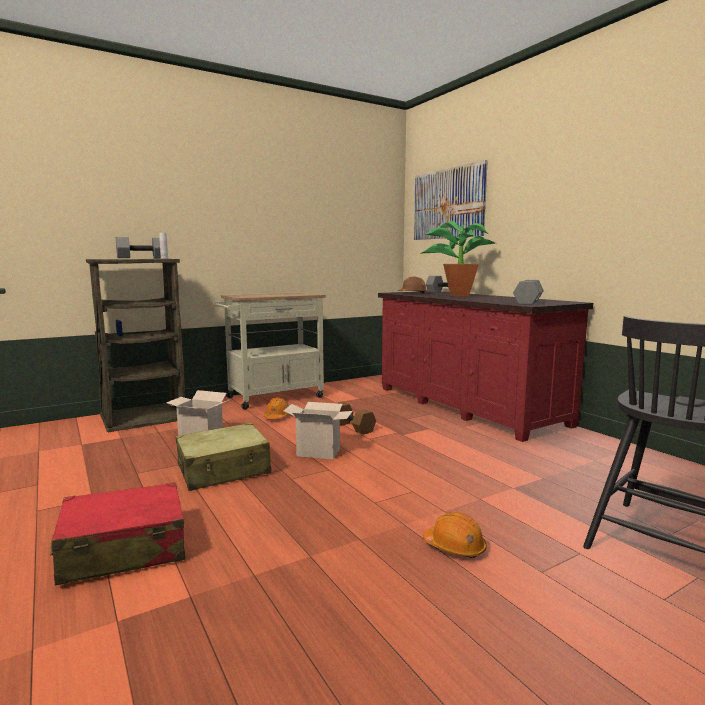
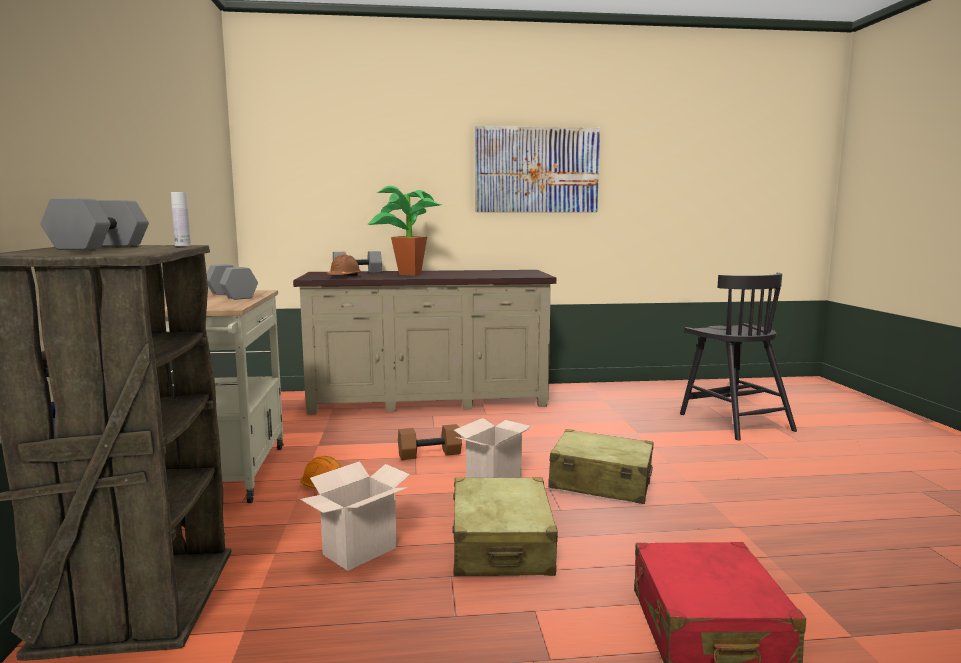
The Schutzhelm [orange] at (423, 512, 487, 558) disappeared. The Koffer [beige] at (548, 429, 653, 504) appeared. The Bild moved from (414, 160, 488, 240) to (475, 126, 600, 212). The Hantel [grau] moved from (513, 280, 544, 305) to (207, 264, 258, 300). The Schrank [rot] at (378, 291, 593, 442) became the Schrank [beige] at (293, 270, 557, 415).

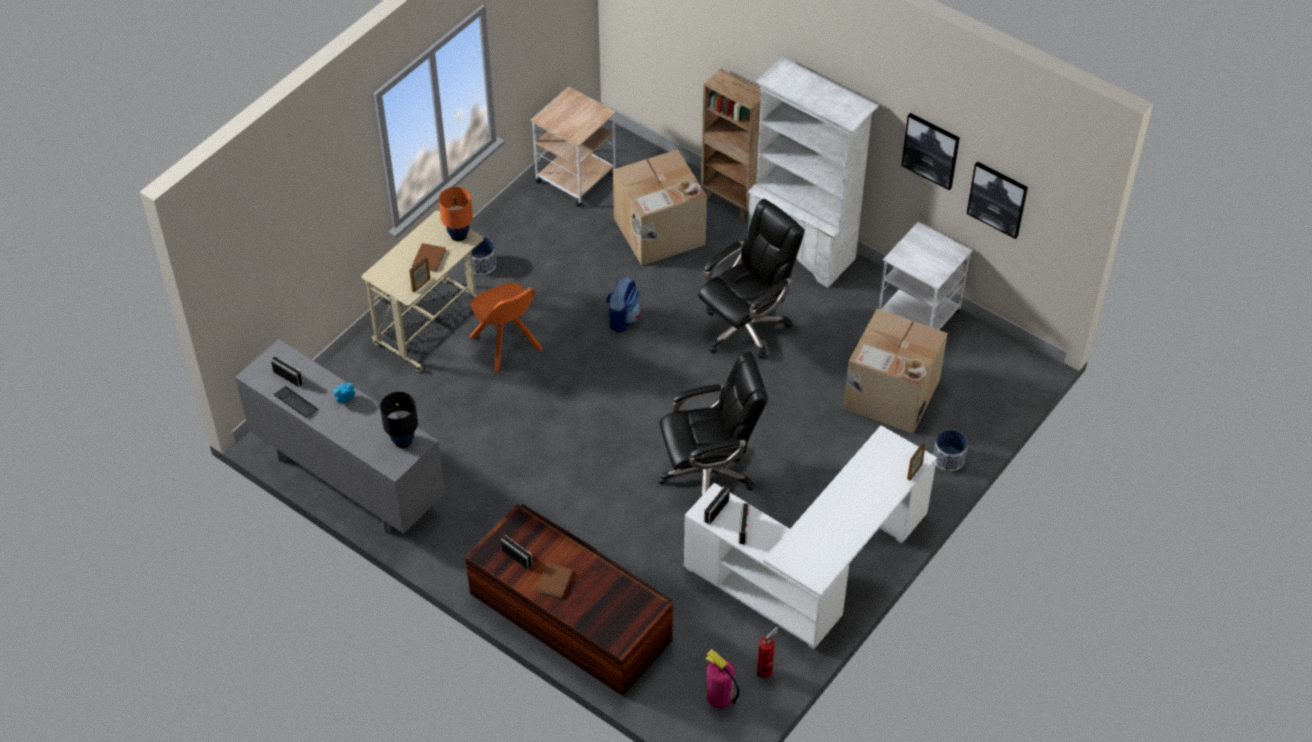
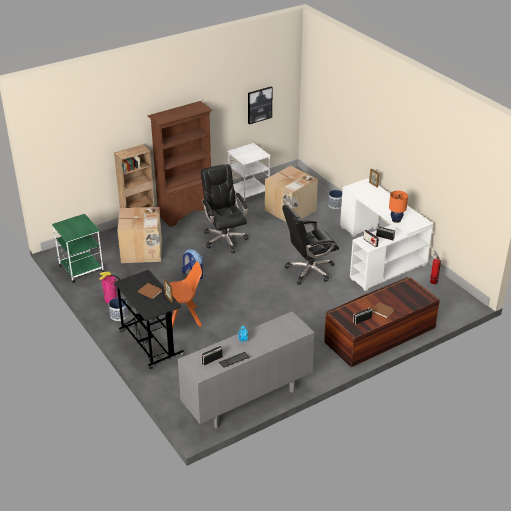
The Tischlampe [schwarz] at (380, 392, 418, 448) disappeared. The Bild at (901, 113, 960, 190) disappeared. The Tischlampe [orange] moved from (439, 187, 473, 241) to (389, 191, 408, 223). The Feuerlöscher moved from (705, 649, 739, 708) to (99, 272, 120, 304). The Schreibtisch [beige] at (362, 210, 484, 372) became the Schreibtisch [schwarz] at (114, 270, 184, 369). The Rollwagen [beige] at (531, 87, 616, 207) became the Rollwagen [grün] at (52, 214, 104, 283). The Bücherregal [weiß] at (748, 57, 879, 288) became the Bücherregal [braun] at (147, 101, 212, 227). The Bürostuhl [schwarz] at (658, 352, 768, 495) turned 120 degrees counterclockwise.

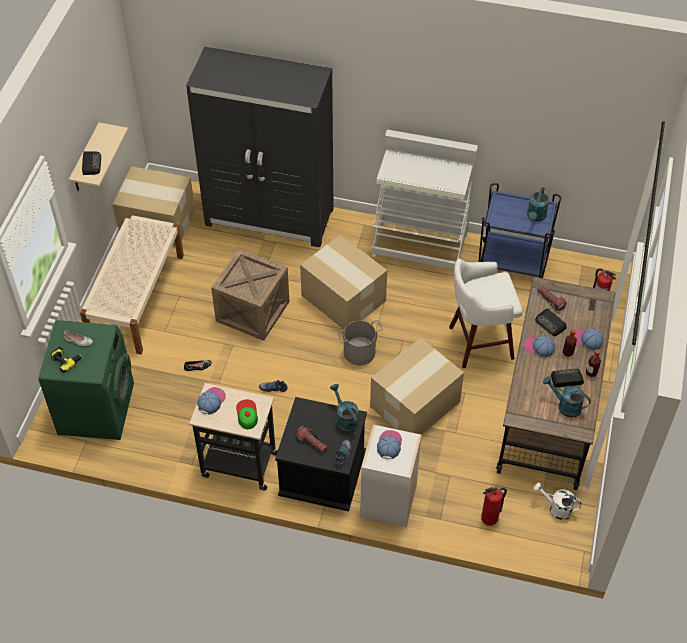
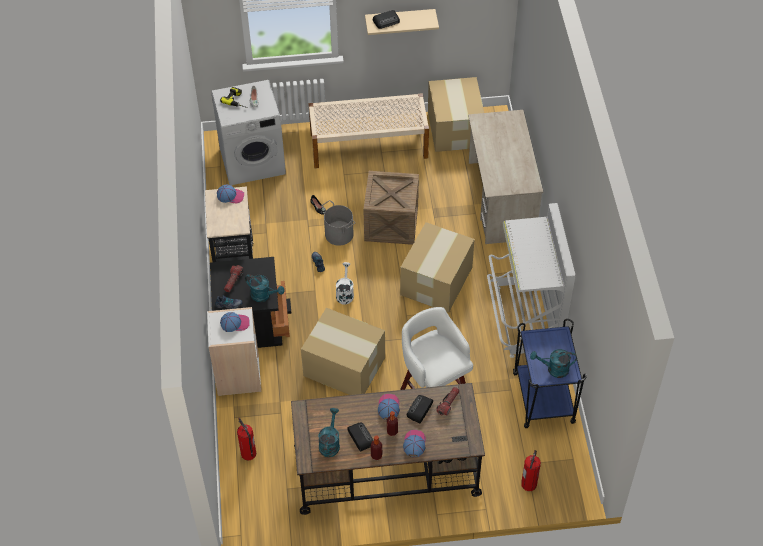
The Kappe at (236, 399, 258, 429) disappeared. The Eimer [grau] moved from (337, 320, 383, 365) to (322, 200, 355, 246). The Gießkanne [weiß] moved from (533, 483, 581, 520) to (336, 262, 354, 305). The Schrank [schwarz] at (186, 47, 334, 247) was replaced by the Schreibtisch [beige] at (468, 110, 543, 244). The Waschmaschine [grün] at (38, 320, 134, 440) became the Waschmaschine [weiß] at (211, 80, 286, 185). The Gießkanne [türkis] at (330, 384, 359, 433) turned 75 degrees clockwise.

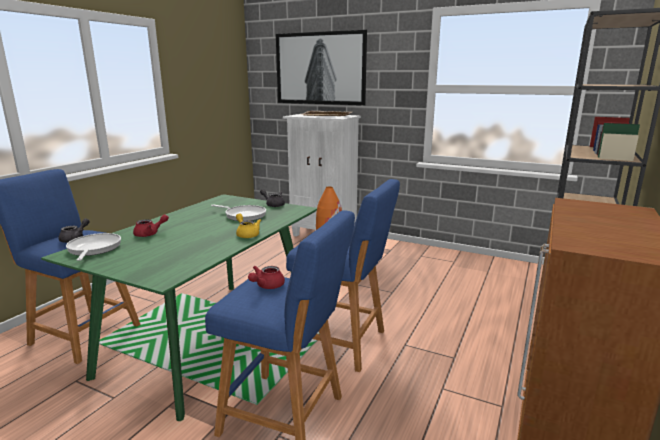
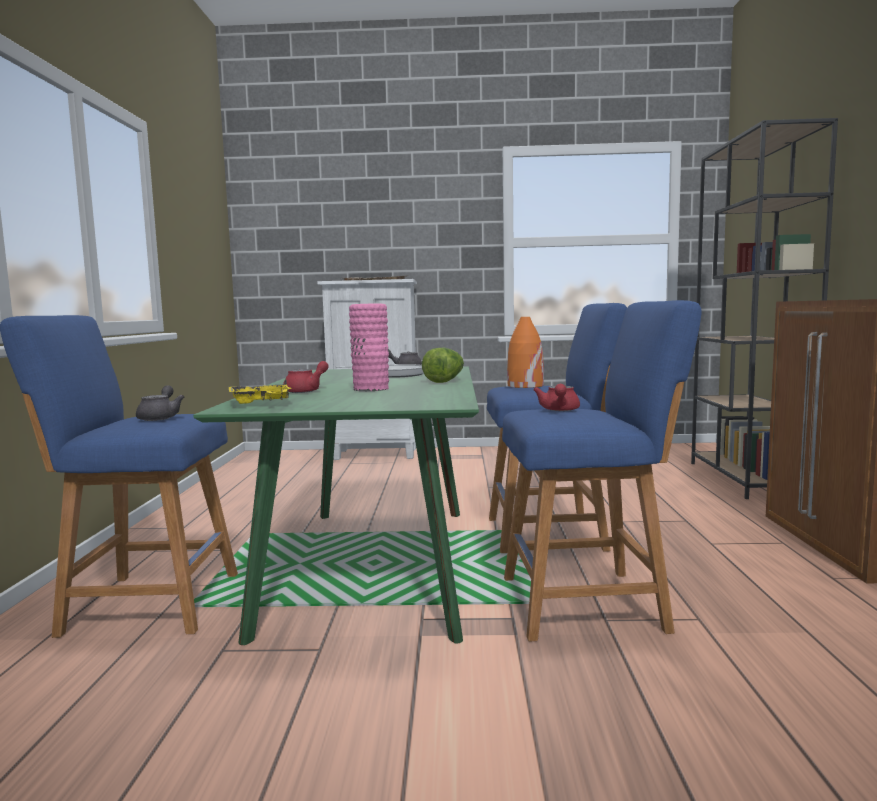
The Bild at (276, 30, 367, 105) disappeared. The Vase [rosa] at (349, 304, 389, 391) appeared. The Pfanne at (66, 233, 121, 261) was replaced by the Tablett [gelb] at (229, 379, 291, 404). The Teekanne [gelb] at (236, 213, 261, 238) was replaced by the Salatkopf at (422, 347, 464, 383).

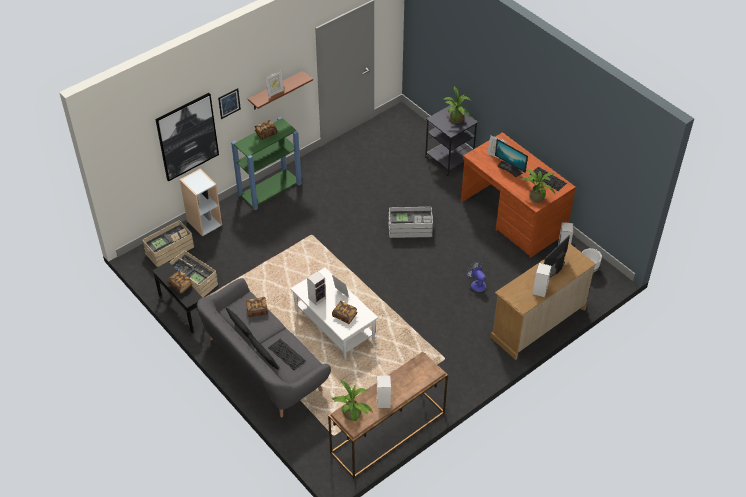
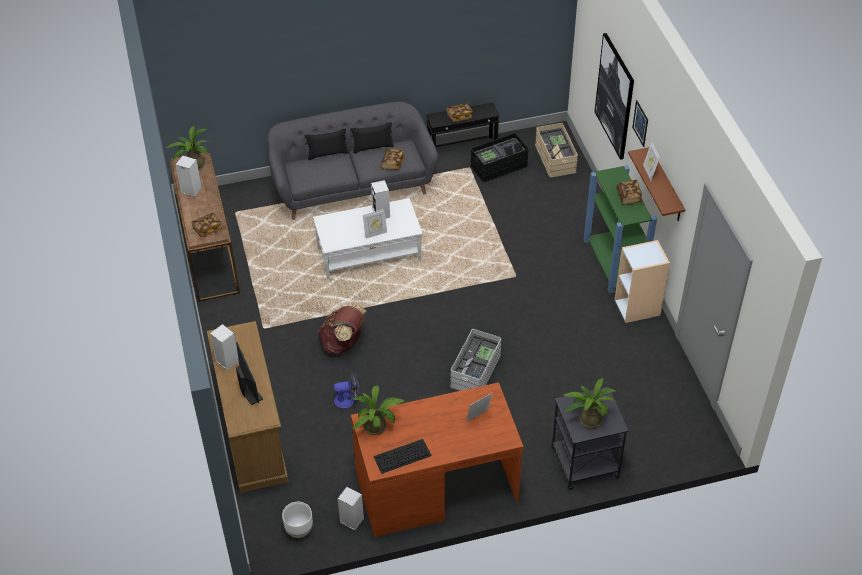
The Tastatur at (268, 339, 306, 370) disappeared. The Monitor at (495, 139, 528, 177) disappeared. The Rucksack [braun] at (318, 304, 367, 355) appeared. The Bücherregal moved from (180, 169, 222, 236) to (615, 240, 670, 323). The Buch moved from (332, 301, 358, 324) to (191, 213, 222, 237). The Aufbewahrungsbox [beige] at (169, 250, 218, 298) became the Aufbewahrungsbox [schwarz] at (471, 133, 528, 182).

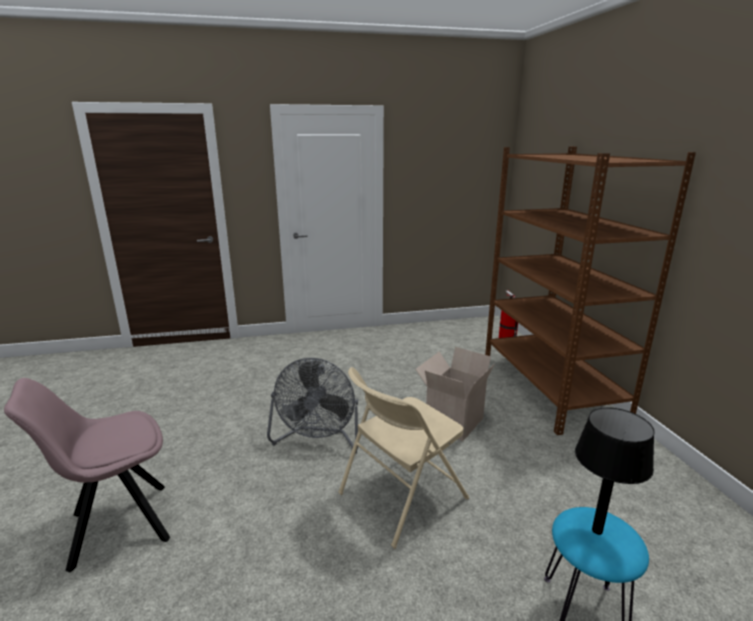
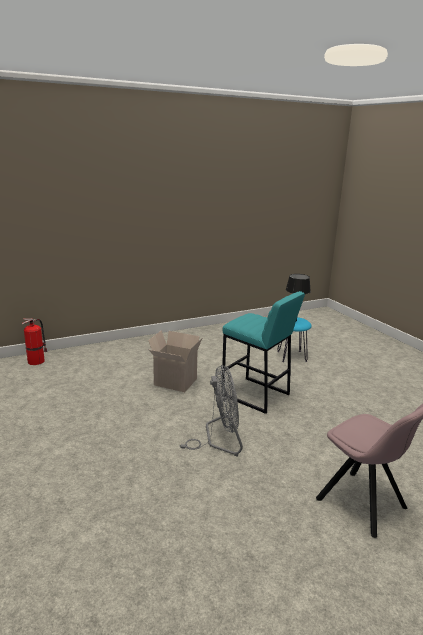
The Bücherregal [braun] at (485, 147, 696, 435) disappeared. The Stuhl [beige] at (338, 367, 469, 549) was replaced by the Hocker [türkis] at (221, 291, 305, 414).

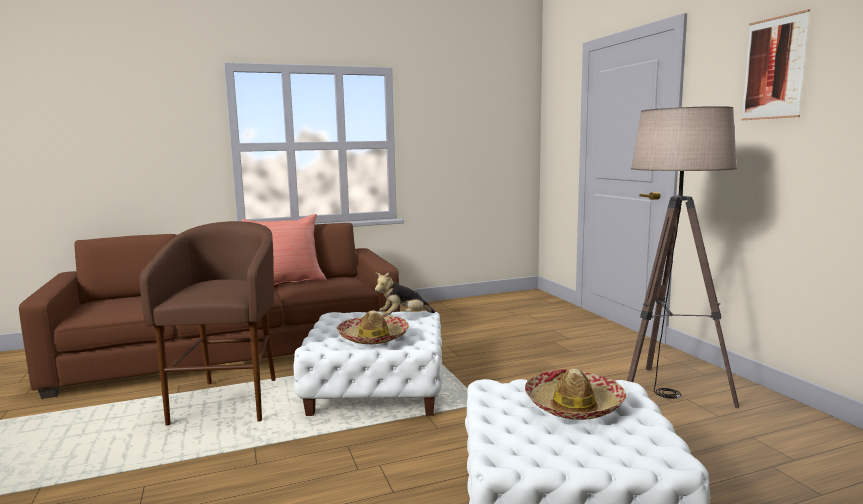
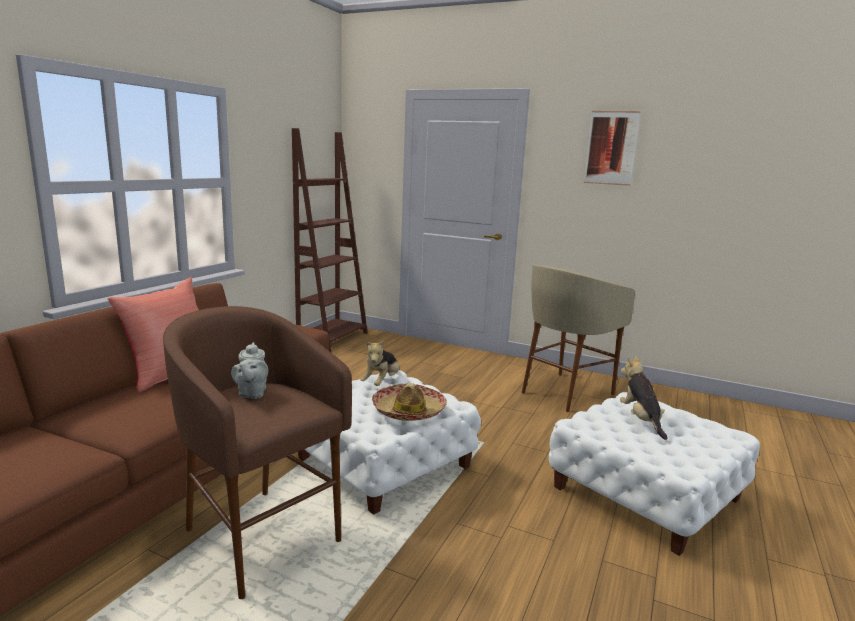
The Teekanne [grau] at (231, 342, 268, 399) appeared. The Bücherregal [braun] at (292, 128, 368, 352) appeared. The Hut at (525, 368, 626, 420) was replaced by the Plüschtier at (620, 355, 668, 440). The Stehlampe at (627, 106, 739, 409) was replaced by the Hocker [beige] at (522, 265, 635, 412).

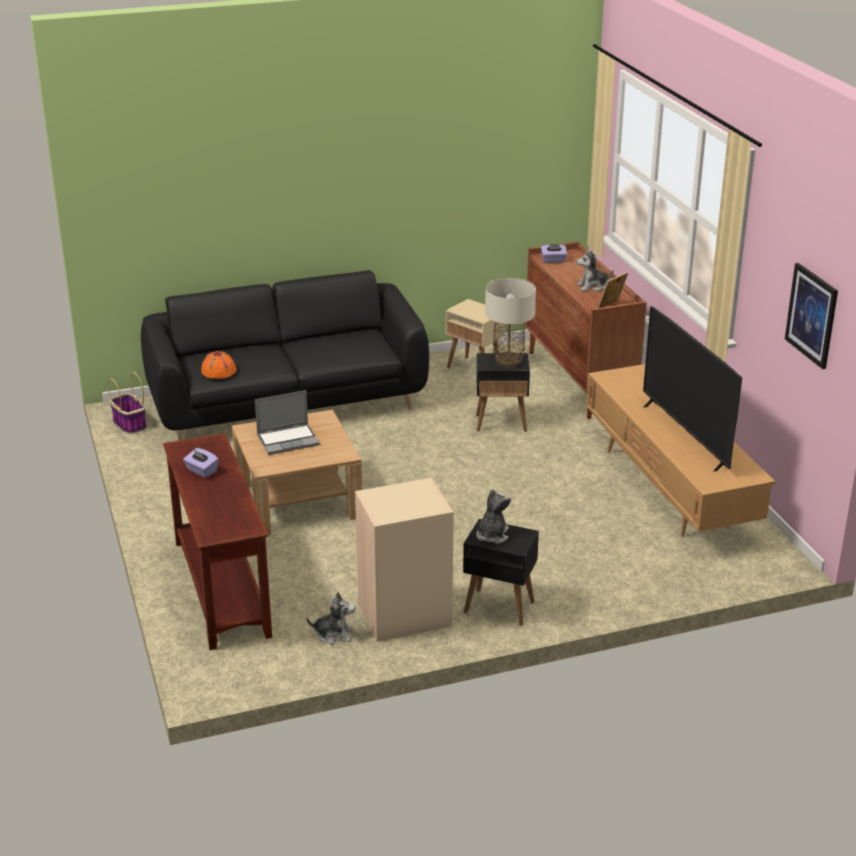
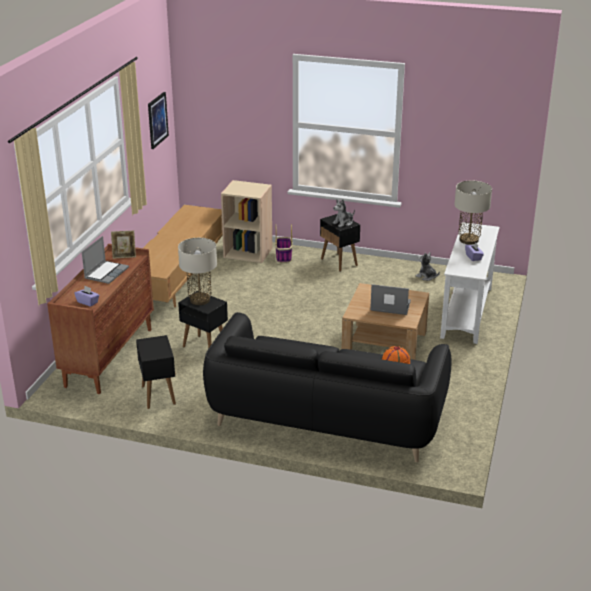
The Fernseher at (643, 306, 742, 472) disappeared. The Tischlampe at (454, 181, 492, 245) appeared. The Korb moved from (108, 372, 147, 434) to (275, 224, 293, 263). The Bücherregal [beige] moved from (355, 478, 454, 642) to (221, 180, 272, 263). The Plüschtier at (576, 250, 613, 291) was replaced by the Laptop at (82, 236, 129, 284). The Konsolentisch [braun] at (163, 433, 272, 650) became the Konsolentisch [weiß] at (440, 222, 500, 344). The Beistelltisch [beige] at (446, 299, 505, 369) became the Beistelltisch [schwarz] at (136, 335, 176, 409).

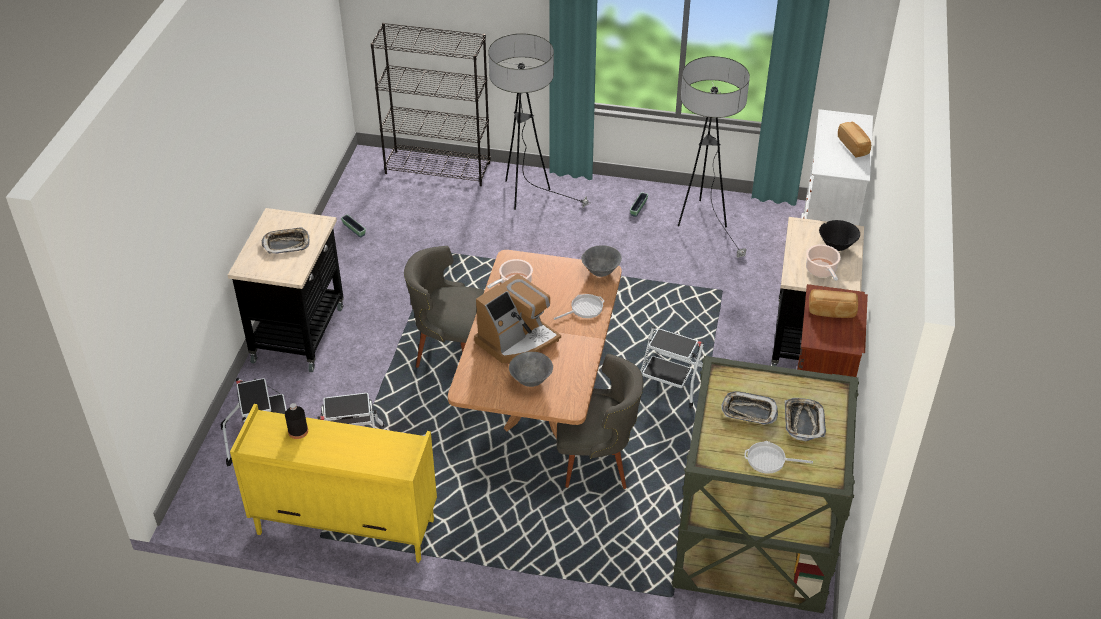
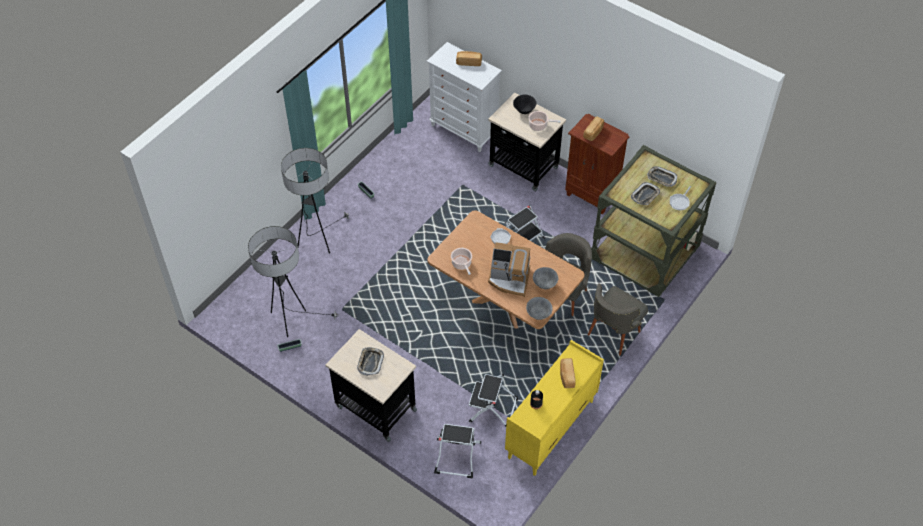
The Bücherregal [schwarz] at (371, 23, 490, 186) disappeared. The Brot at (560, 358, 576, 388) appeared. The Stuhl [grau] moved from (404, 246, 485, 368) to (588, 284, 648, 356). The Schüssel [grau] moved from (581, 245, 622, 277) to (526, 297, 553, 320). The Stehlampe moved from (678, 56, 750, 258) to (248, 226, 339, 337). The Kaffeemaschine at (474, 274, 561, 363) turned 120 degrees clockwise.

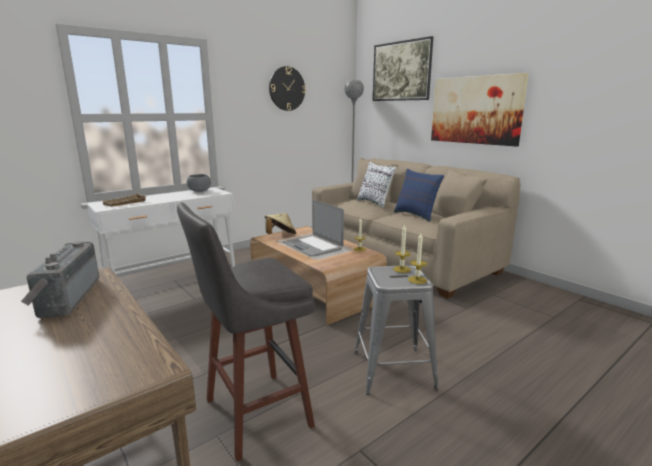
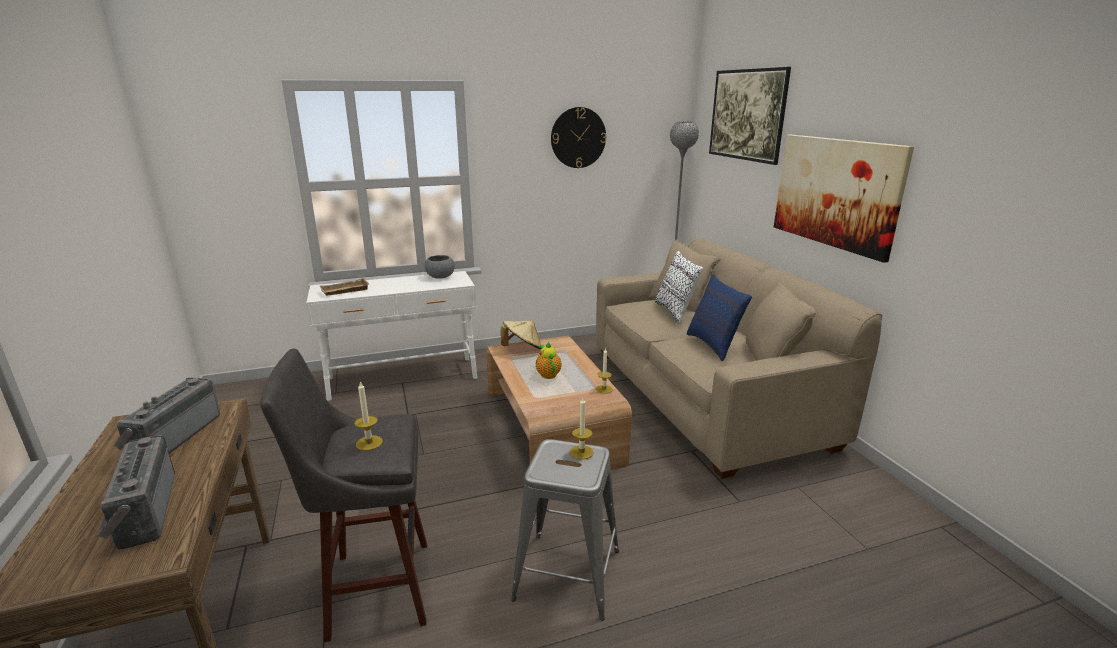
The Radio at (97, 435, 175, 549) appeared. The Kerze moved from (408, 233, 427, 284) to (354, 381, 383, 451). The Laptop at (283, 200, 344, 256) was replaced by the Teekanne at (536, 341, 562, 379).

